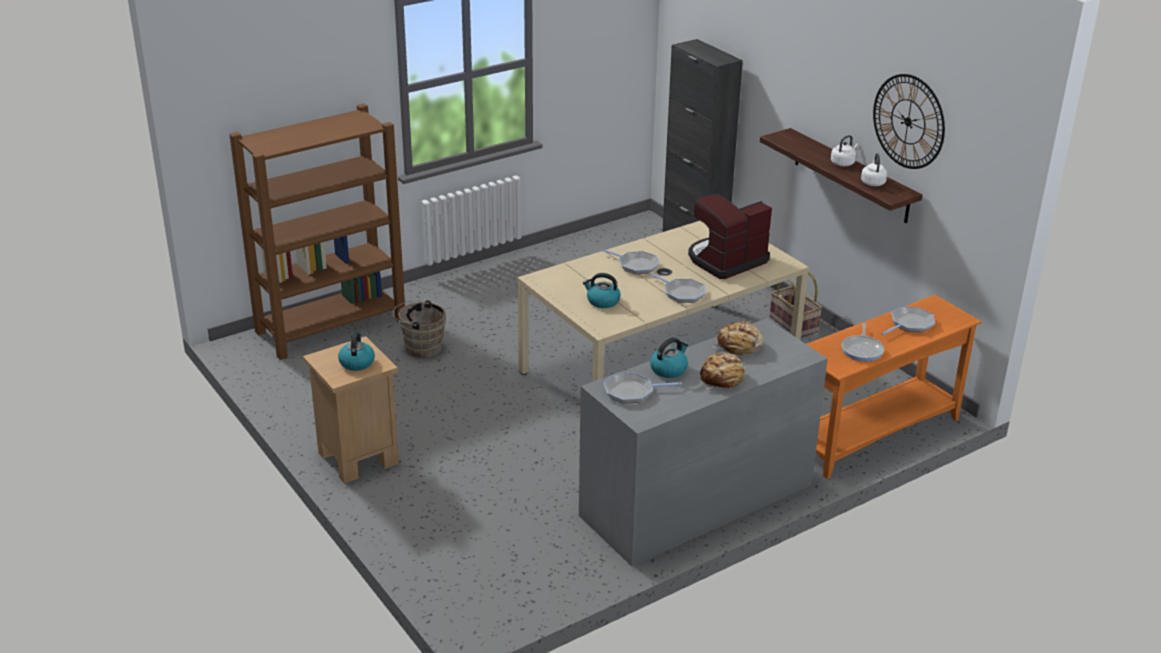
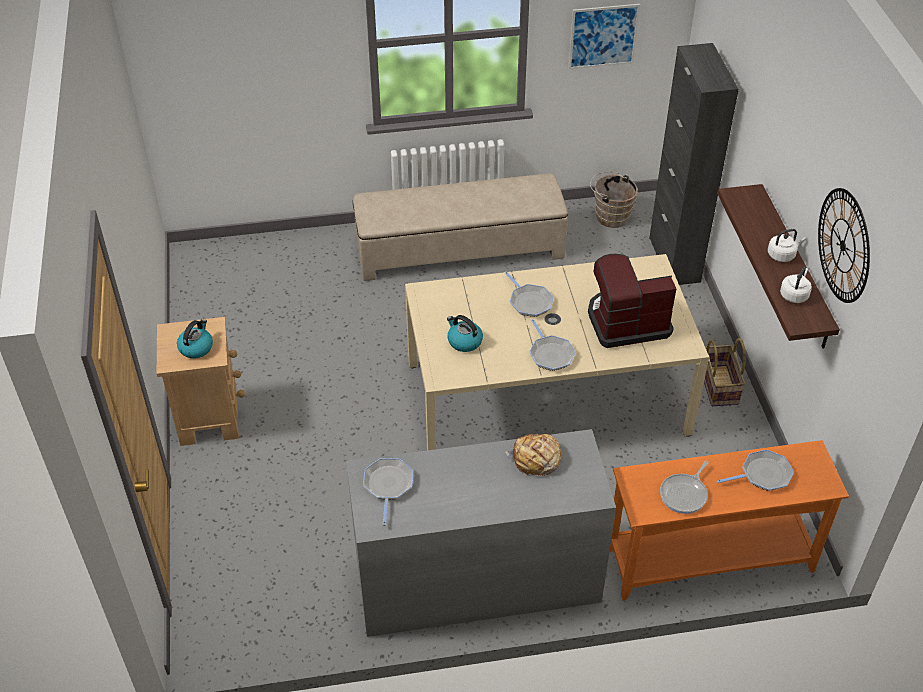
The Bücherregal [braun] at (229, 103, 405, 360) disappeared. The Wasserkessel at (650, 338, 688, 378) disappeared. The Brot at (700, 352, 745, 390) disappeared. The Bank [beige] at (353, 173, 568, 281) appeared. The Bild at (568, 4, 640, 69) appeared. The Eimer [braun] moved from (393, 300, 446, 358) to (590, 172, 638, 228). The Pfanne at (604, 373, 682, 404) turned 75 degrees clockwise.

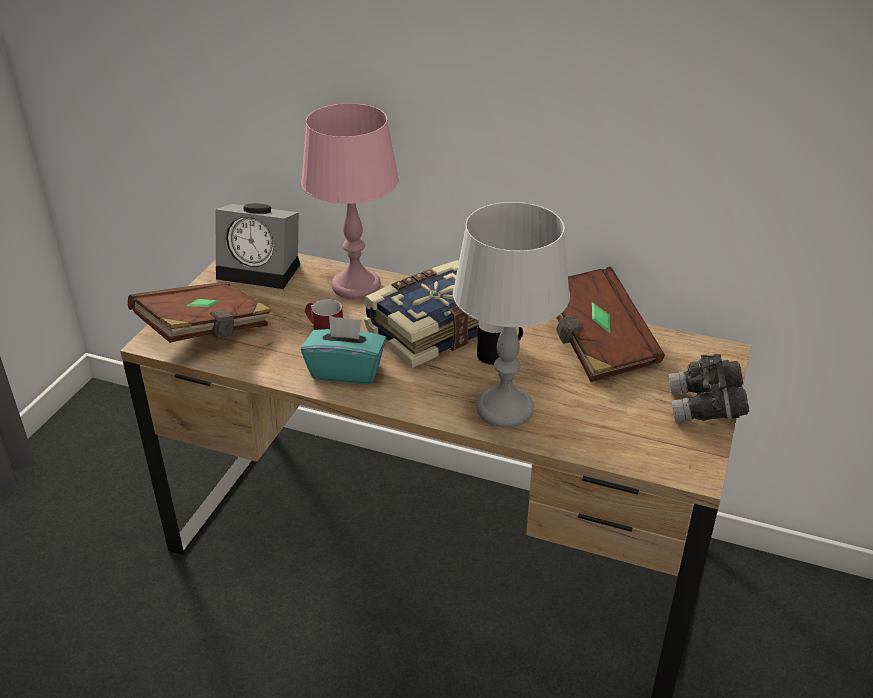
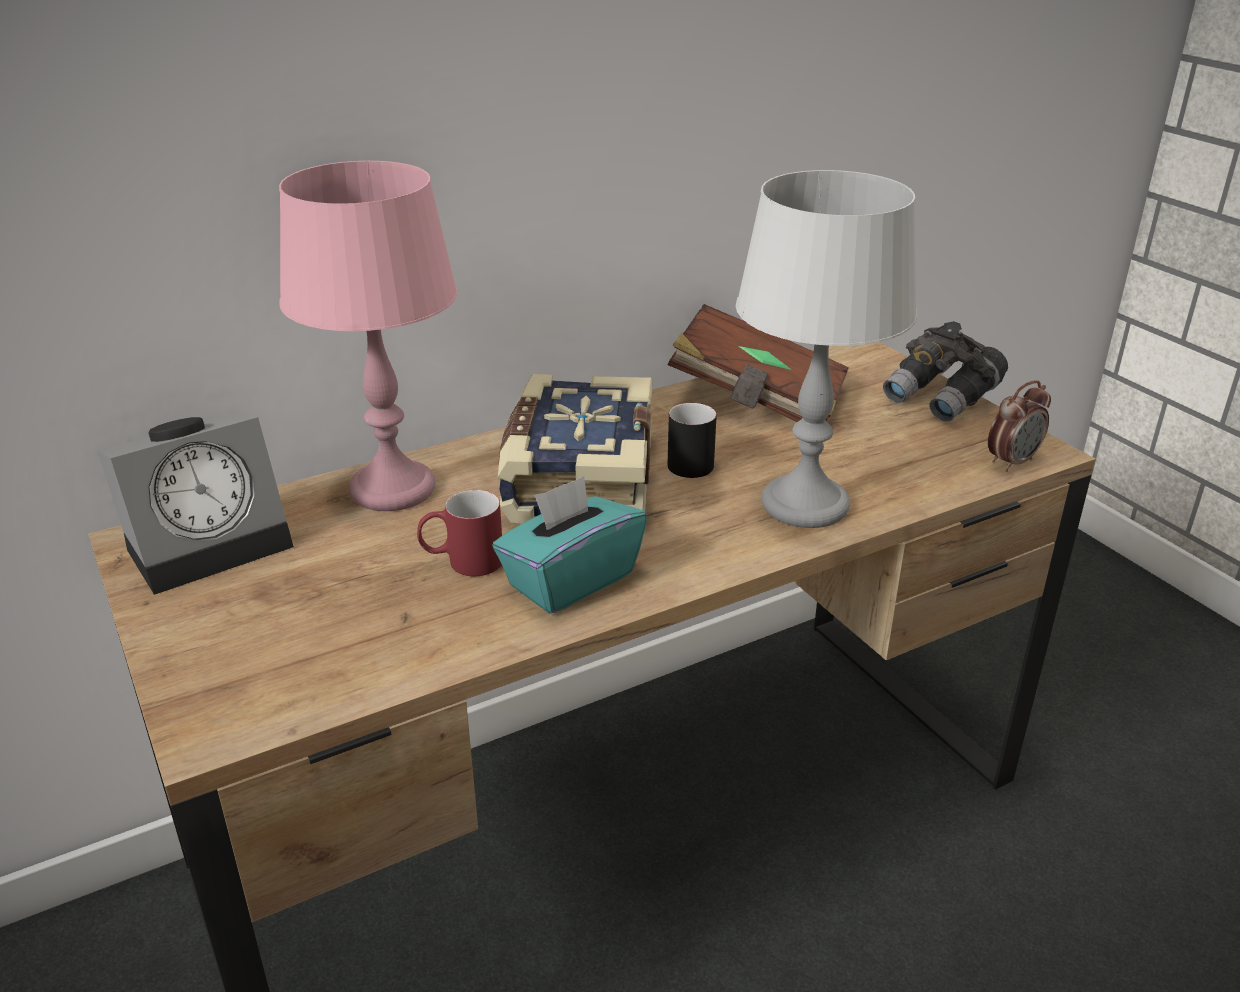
The Buch [braun] at (128, 282, 271, 343) disappeared. The Wecker at (988, 380, 1051, 472) appeared.

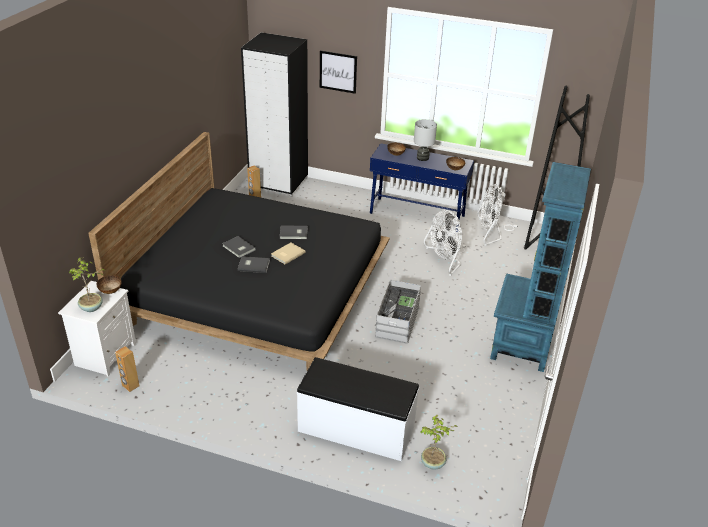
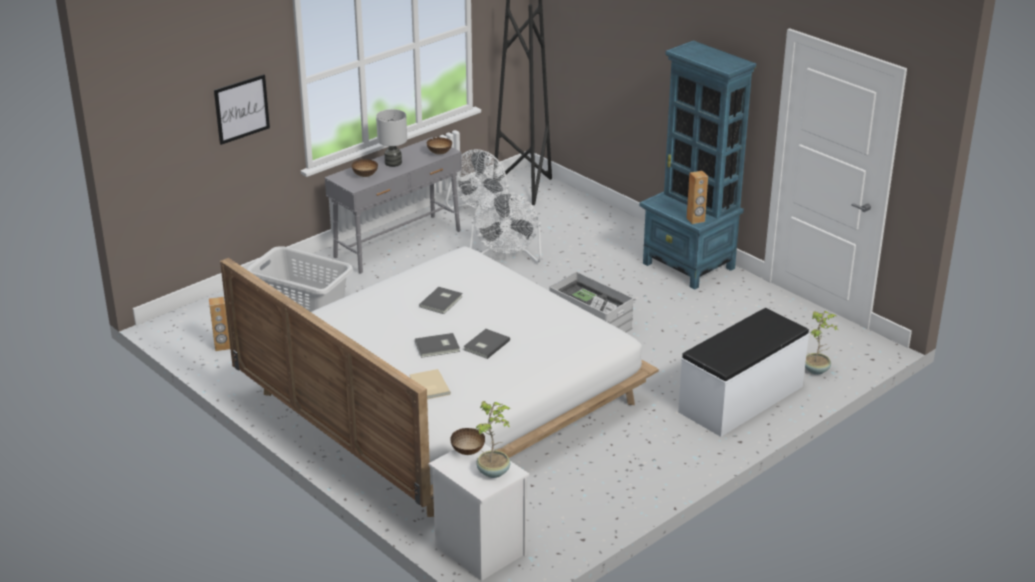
The Kleiderschrank at (241, 32, 308, 197) disappeared. The Wäschekorb [grau] at (247, 246, 353, 312) appeared. The Lautsprecher [braun] moved from (115, 346, 139, 392) to (687, 171, 708, 224). The Buch [beige] moved from (271, 243, 305, 264) to (409, 369, 451, 399). The Bett [schwarz] at (88, 132, 390, 371) became the Bett [weiß] at (220, 246, 659, 517). The Konsolentisch [blau] at (370, 143, 474, 231) became the Konsolentisch [grau] at (325, 137, 462, 274).

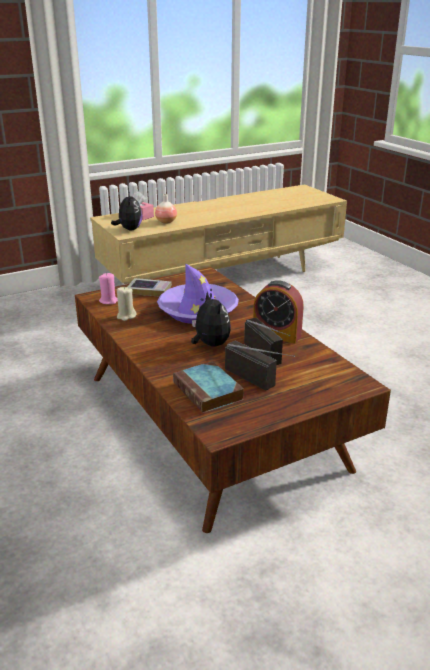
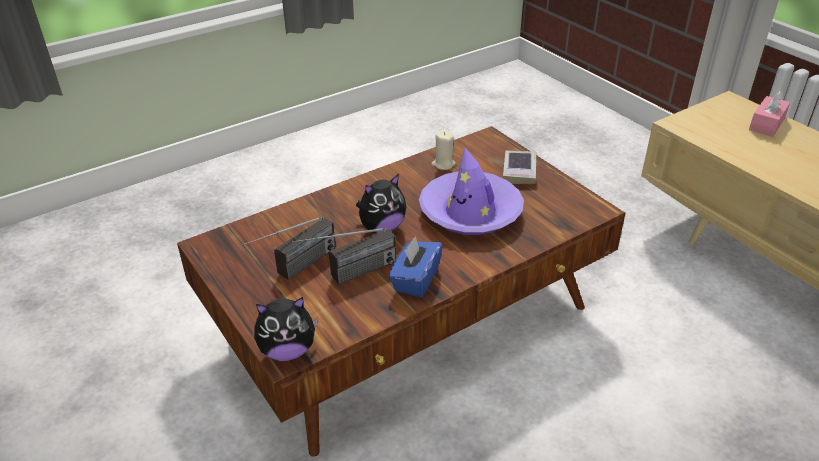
The Kerze [rosa] at (99, 273, 118, 304) disappeared. The Vase at (155, 194, 177, 224) disappeared. The Buch at (173, 361, 244, 413) disappeared. The Plüschtier moved from (111, 192, 142, 230) to (254, 297, 318, 361). The Wecker at (253, 280, 304, 343) was replaced by the Taschentuchbox [blau] at (389, 236, 443, 297).

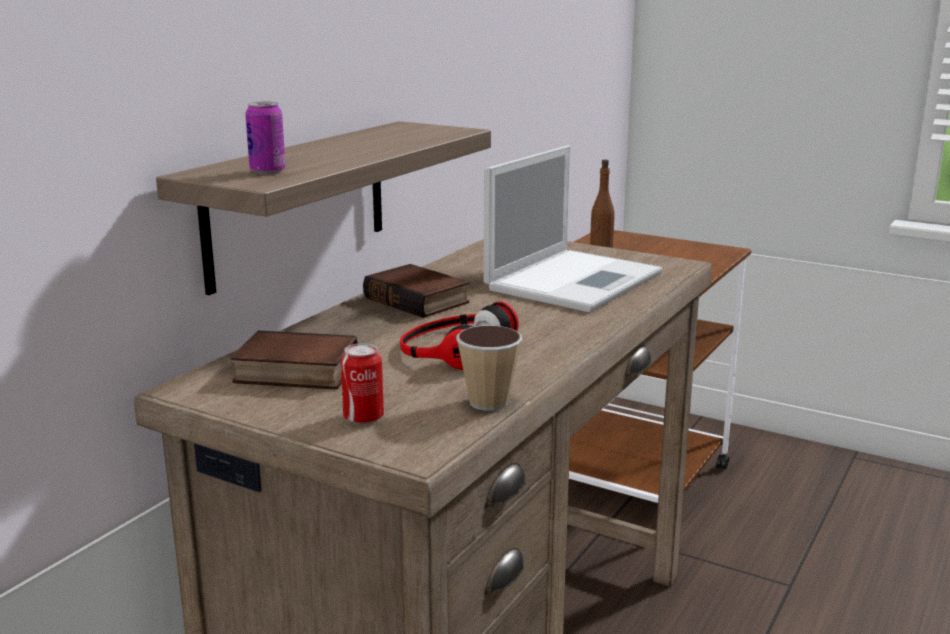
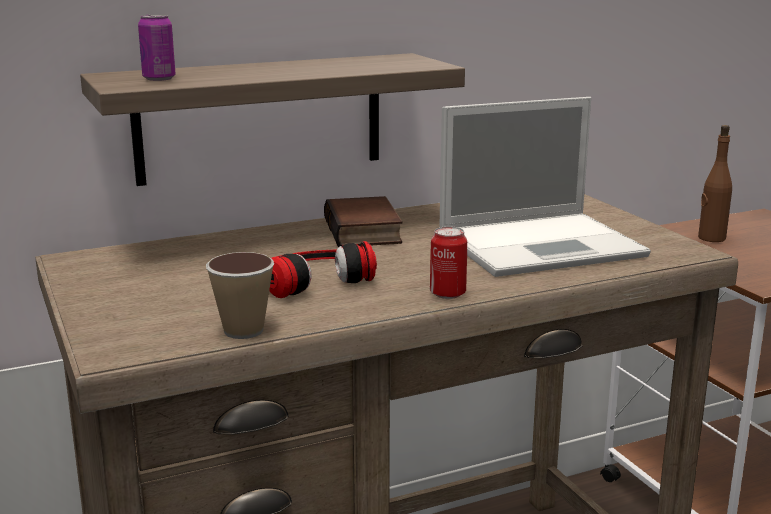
The Buch at (230, 331, 358, 390) disappeared. The Dose moved from (341, 343, 384, 424) to (430, 226, 467, 299).

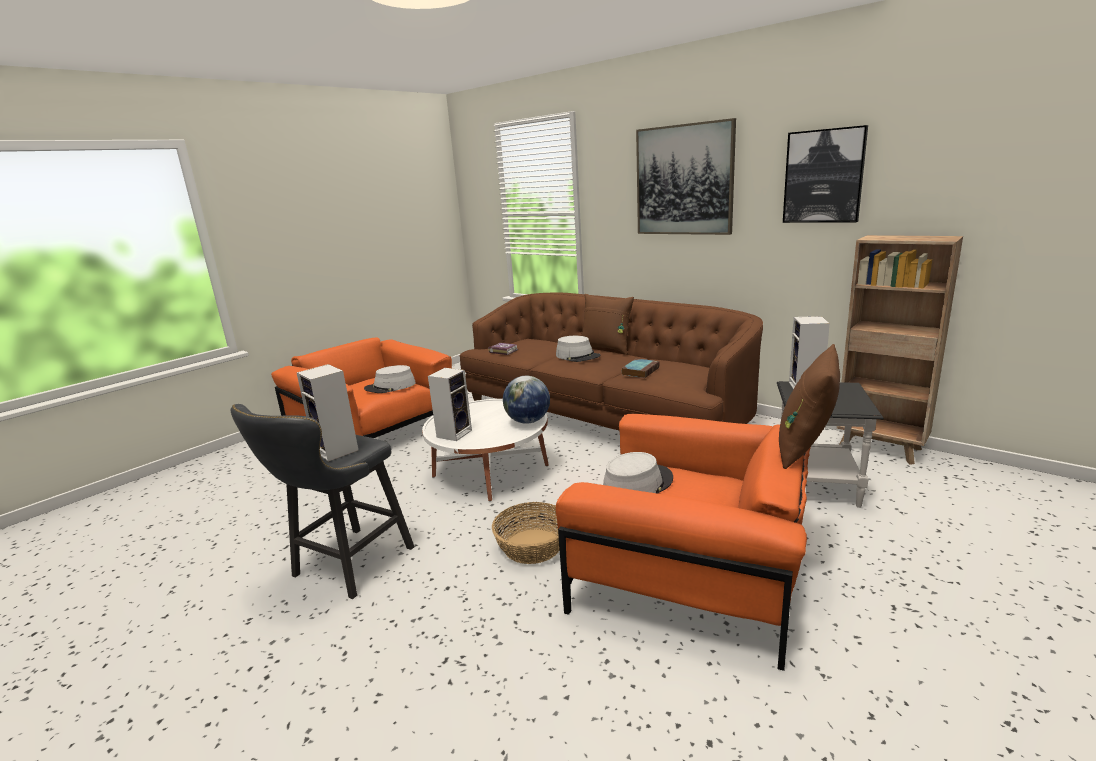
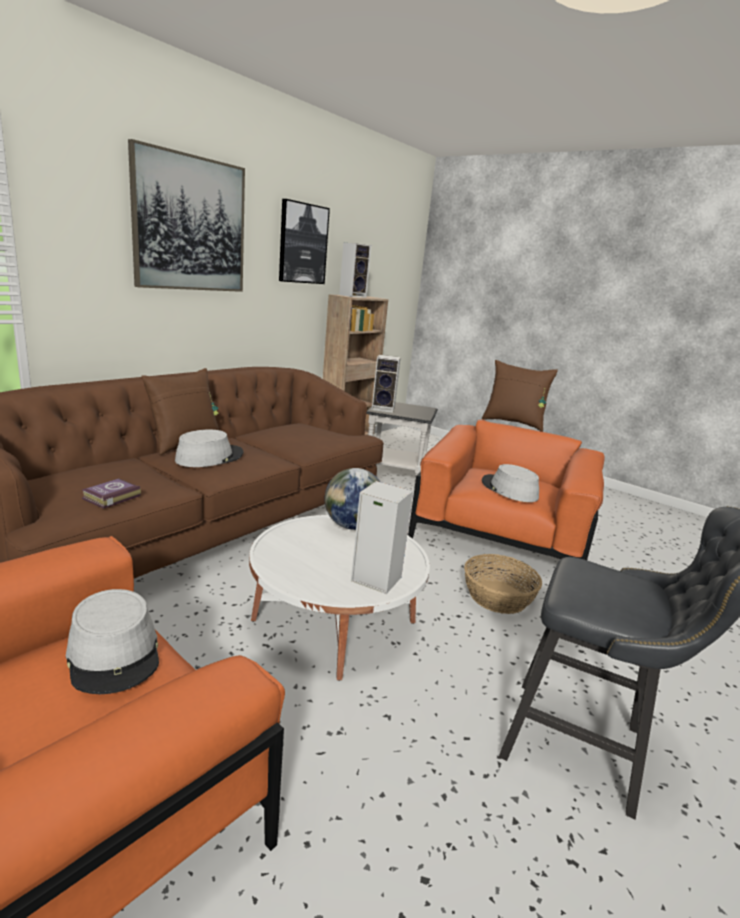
The Buch at (622, 358, 659, 378) disappeared. The Lautsprecher moved from (297, 364, 358, 462) to (339, 243, 371, 298).

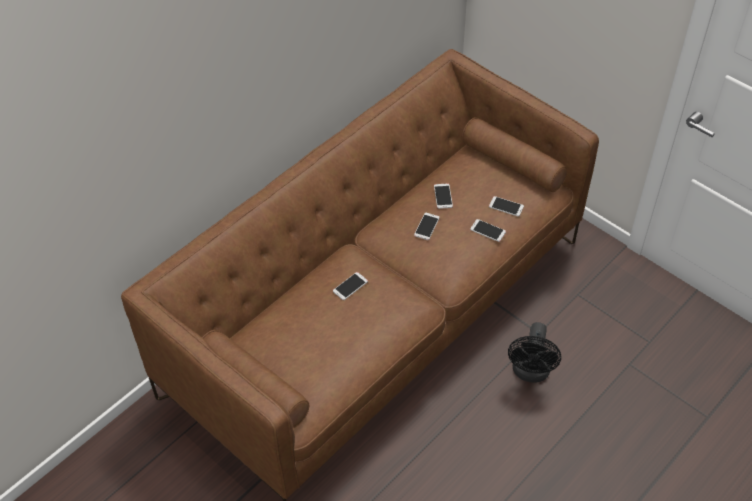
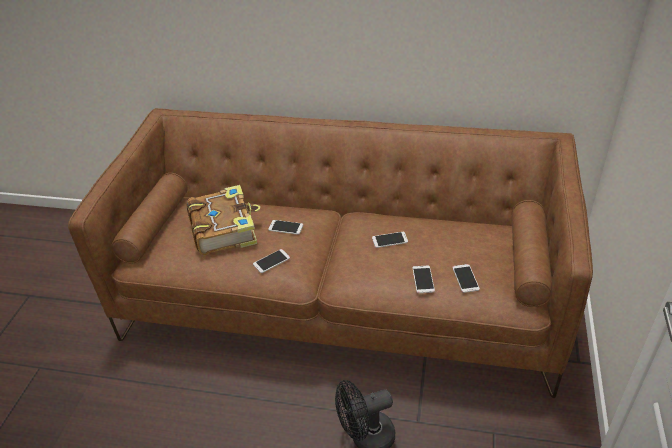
The Buch at (186, 185, 260, 255) appeared. The Handy moved from (434, 183, 453, 209) to (253, 249, 290, 273).

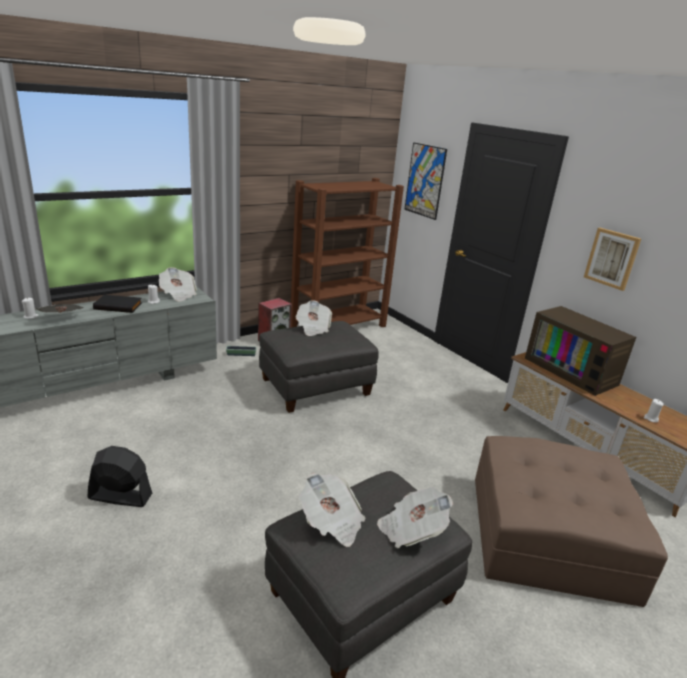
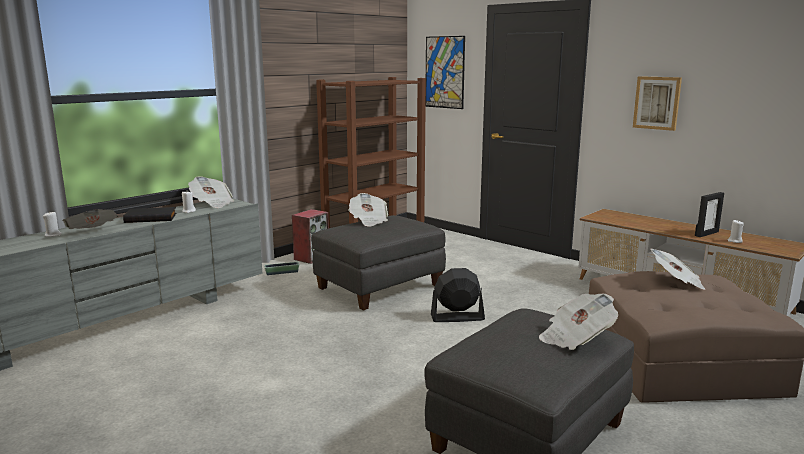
The Fernseher at (525, 306, 636, 396) disappeared. The Bilderrahmen at (695, 192, 724, 237) appeared. The Ventilator [schwarz] moved from (87, 446, 152, 507) to (431, 268, 485, 322). The Zeitung moved from (299, 473, 365, 547) to (650, 249, 706, 290).

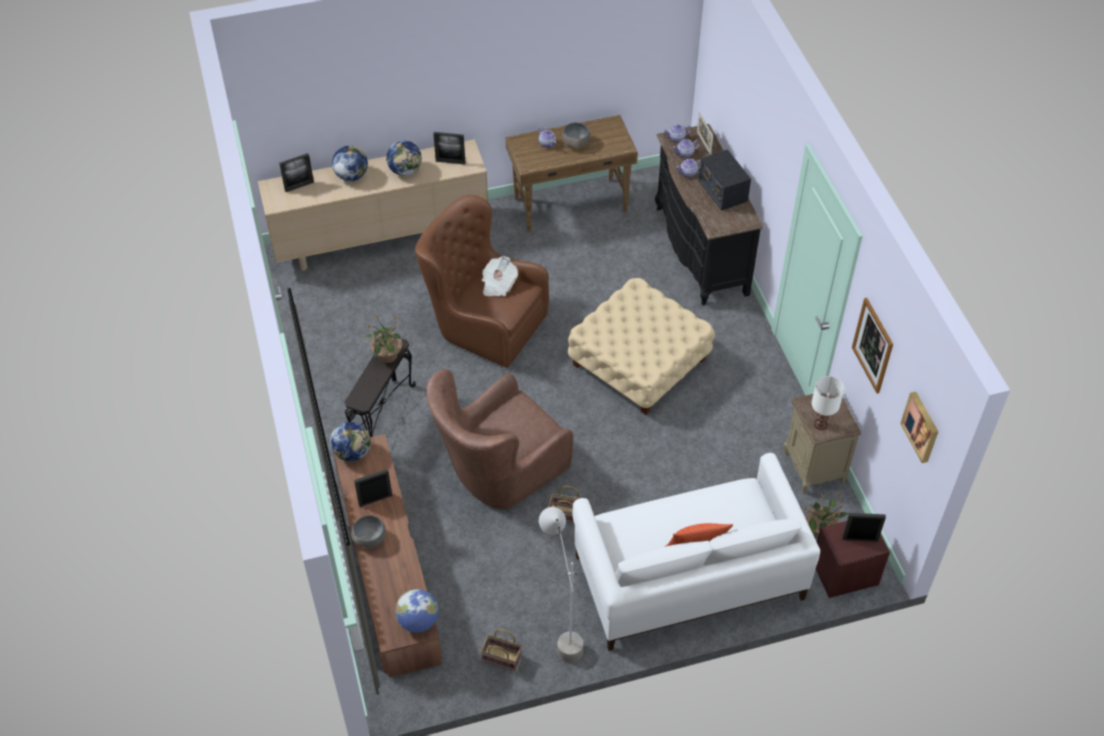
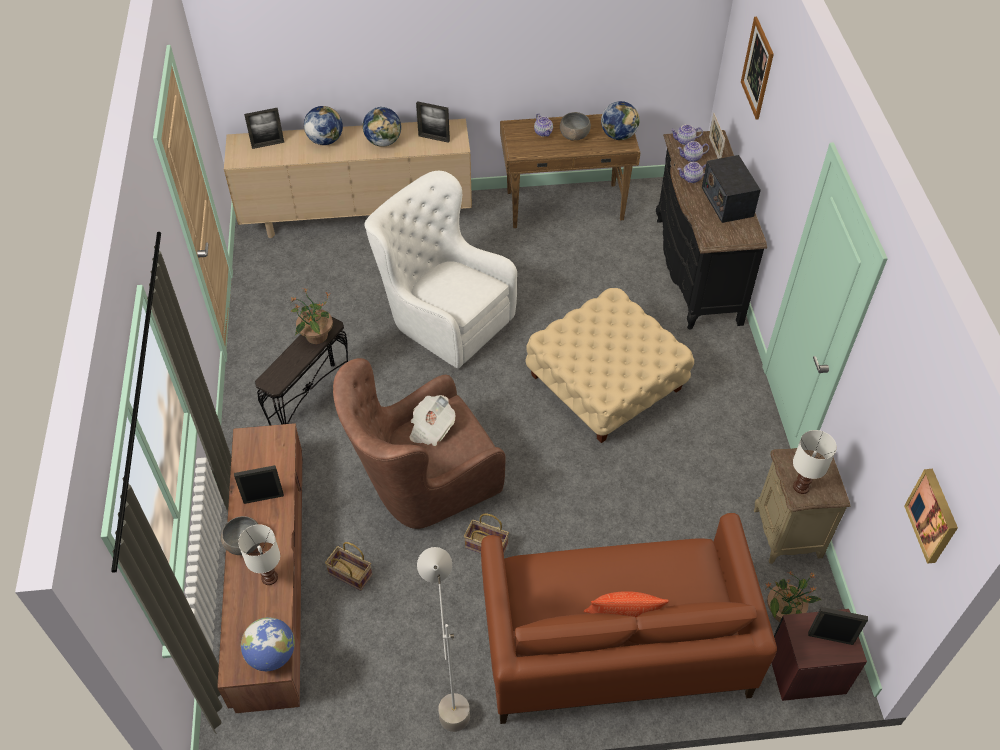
The Tischlampe [weiß] at (238, 524, 280, 585) appeared. The Globus moved from (330, 422, 371, 461) to (601, 101, 640, 140). The Korb moved from (481, 629, 522, 671) to (325, 542, 372, 591). The Zeitung moved from (482, 256, 518, 296) to (409, 395, 455, 446). The Bild moved from (852, 298, 893, 393) to (741, 17, 774, 120). The Sessel [braun] at (415, 195, 549, 368) became the Sessel [weiß] at (365, 171, 517, 368). The Sofa [weiß] at (573, 453, 820, 651) became the Sofa [braun] at (481, 513, 777, 724).

